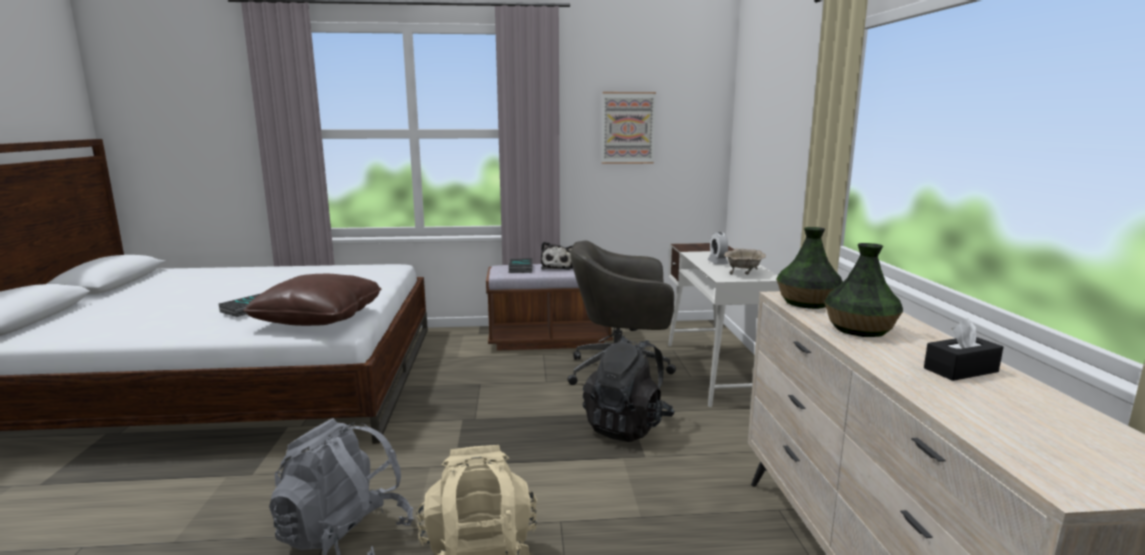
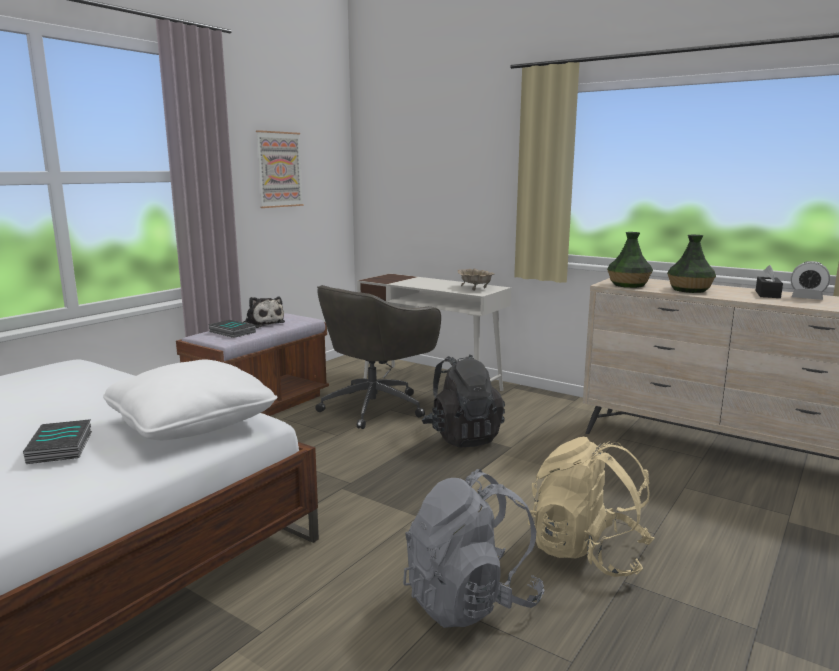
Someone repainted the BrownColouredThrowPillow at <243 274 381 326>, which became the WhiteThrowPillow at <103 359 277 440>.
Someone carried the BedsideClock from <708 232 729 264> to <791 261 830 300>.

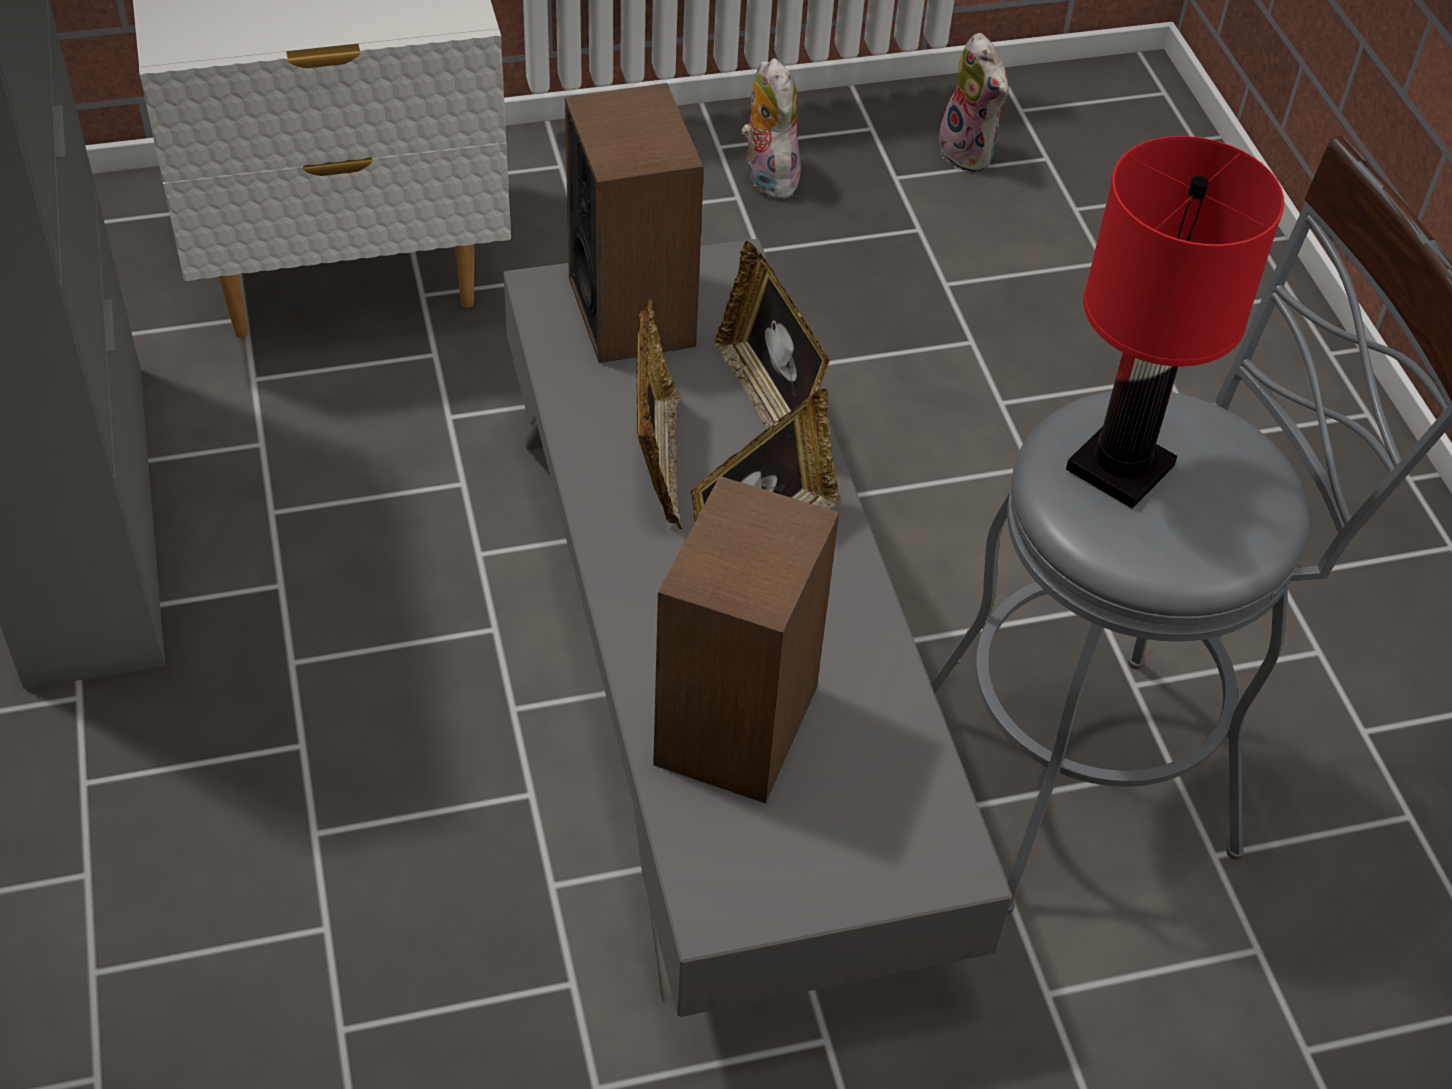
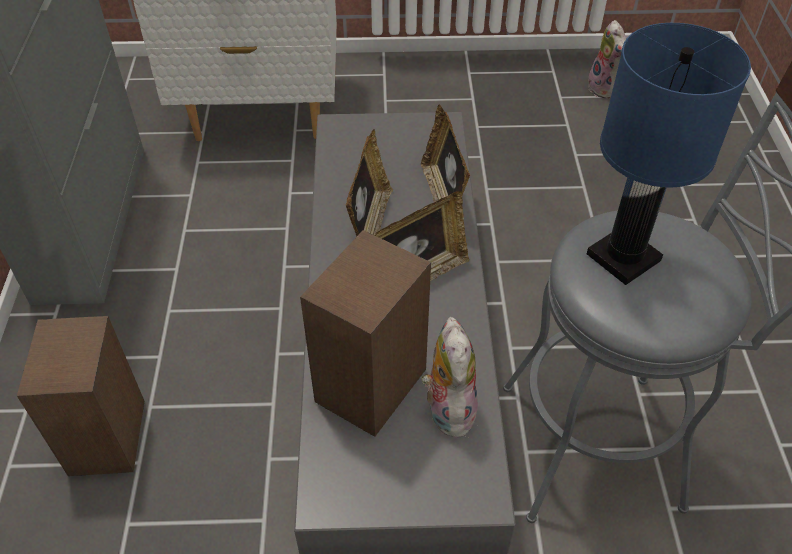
Someone carried the AudioSpeaker from <565 83 704 363> to <17 316 144 476>.
Someone carried the SoftToy from <741 58 804 199> to <422 317 478 438>.
Someone repainted the RedTabletopLamp at <1066 136 1284 509>, which became the BluishTabletopLamp at <587 23 751 285>.

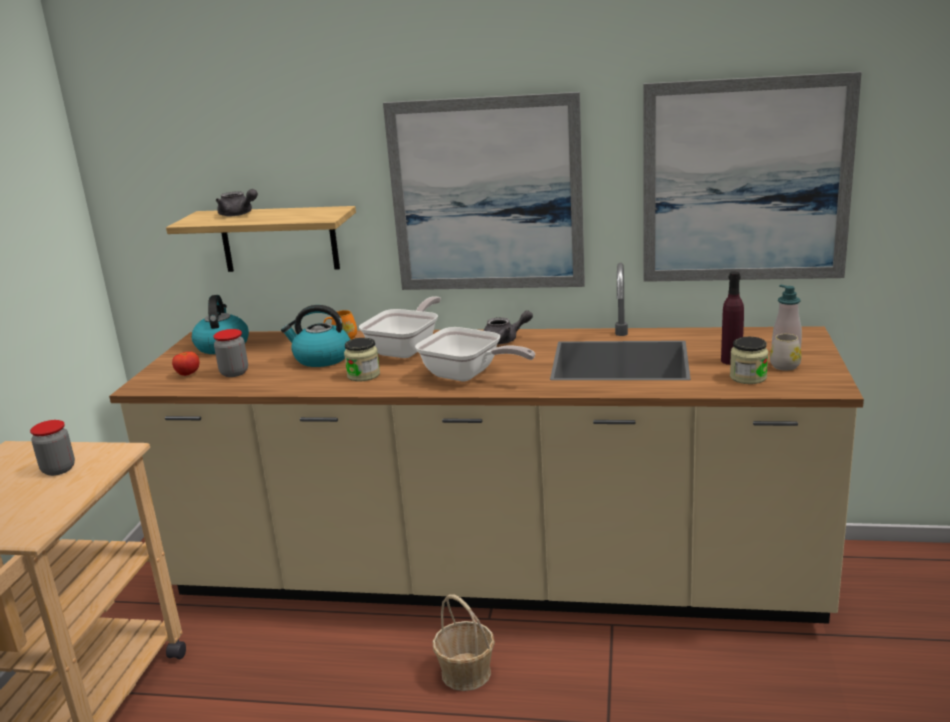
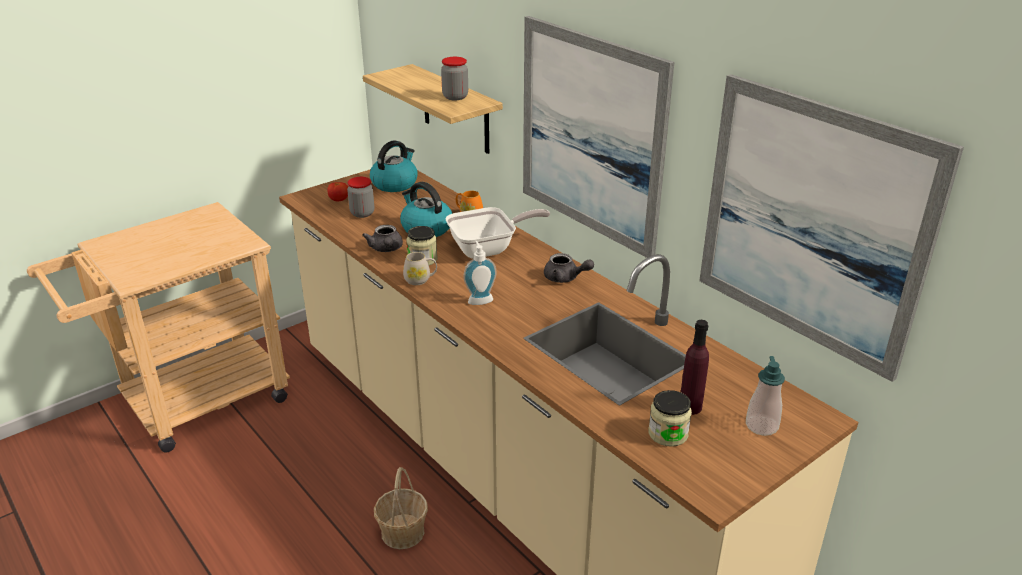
Someone carried the StorageJar from <30 420 75 476> to <441 57 468 100>.
Someone carried the GreyishTeapot from <216 189 258 216> to <362 225 403 252>.
Someone swapped the Skillet at <415 327 535 382> for the SoapDispenser at <464 241 497 305>.
Someone carried the WhiteCoffeeMug from <770 334 802 371> to <403 252 437 285>.

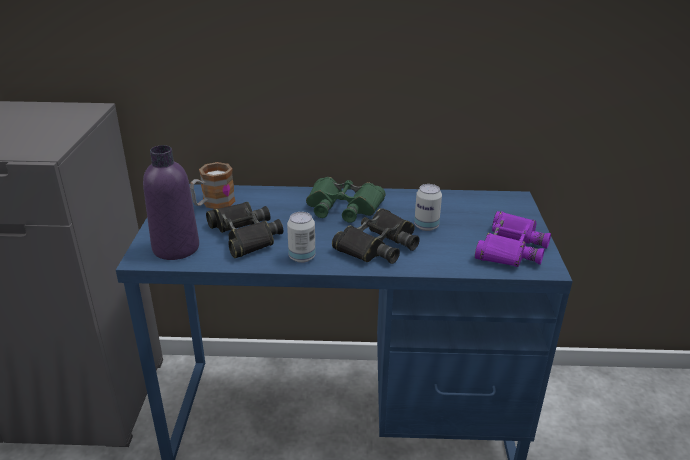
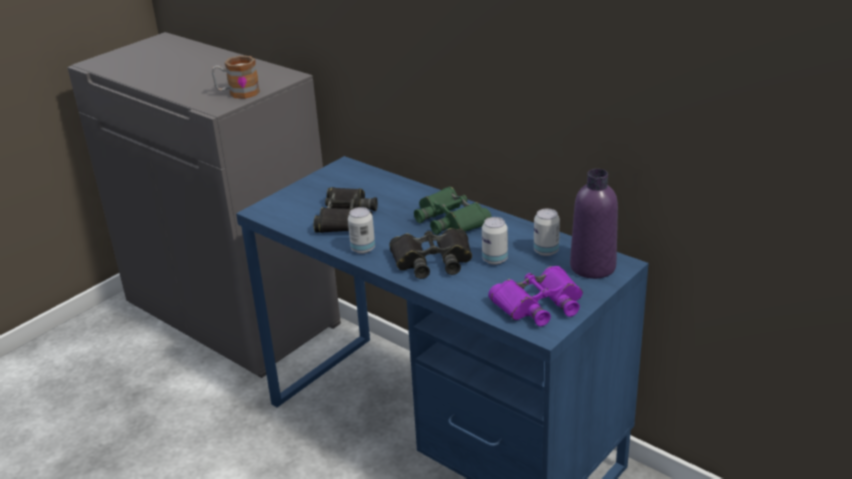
Someone carried the PurplishBeverageBottle from <143 145 199 260> to <570 169 618 279>.
Someone carried the CoffeeMug from <190 162 235 209> to <212 56 260 99>.
Someone put down the SealedCan at <534 209 560 256>.

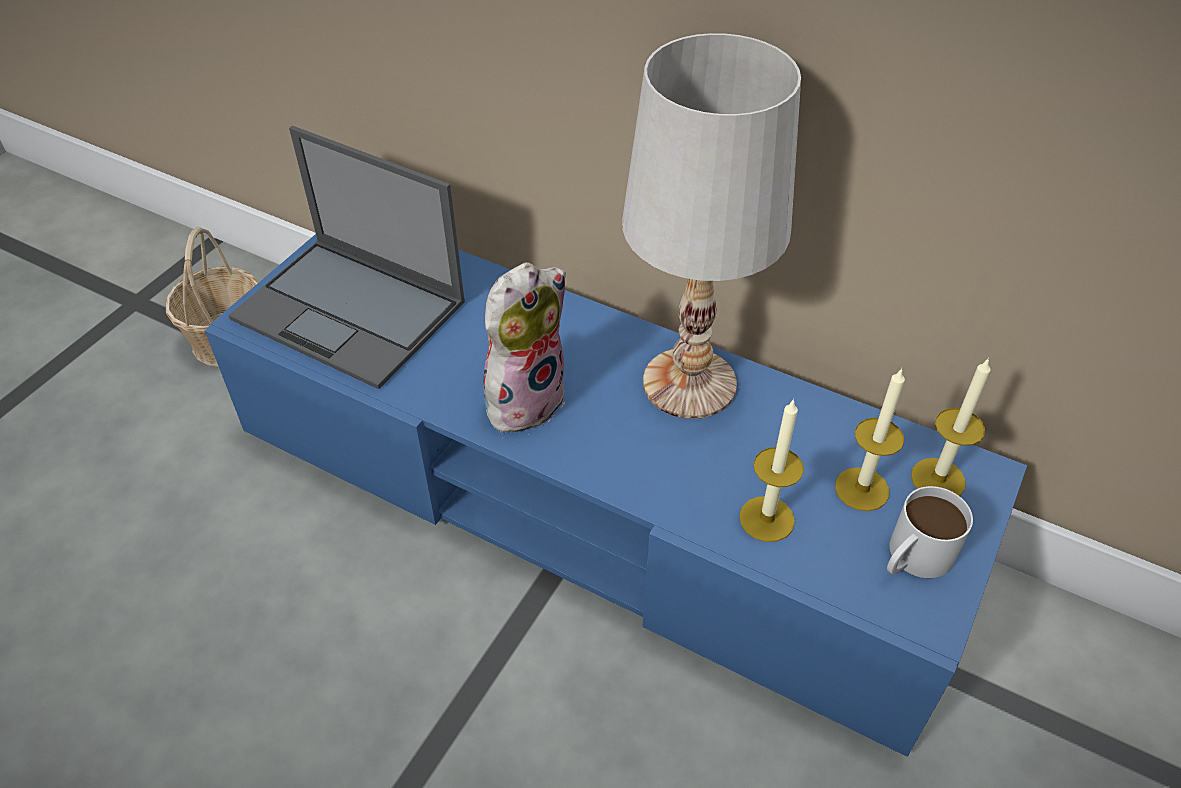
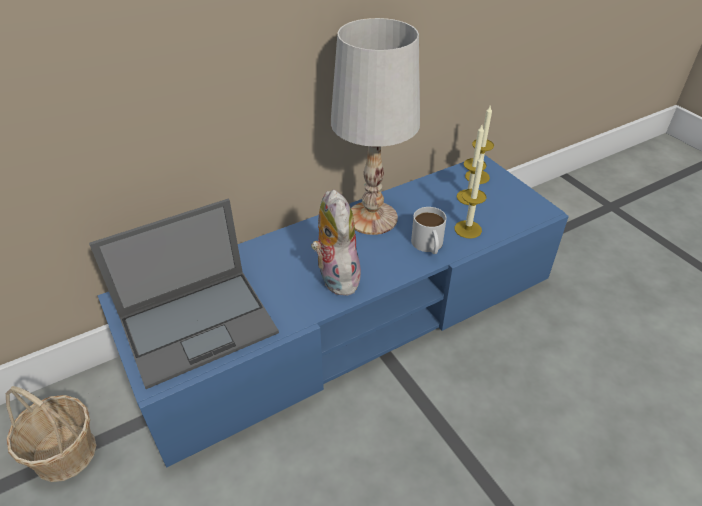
Someone carried the WhiteCoffeeMug from <887 486 973 578> to <411 207 447 254>.

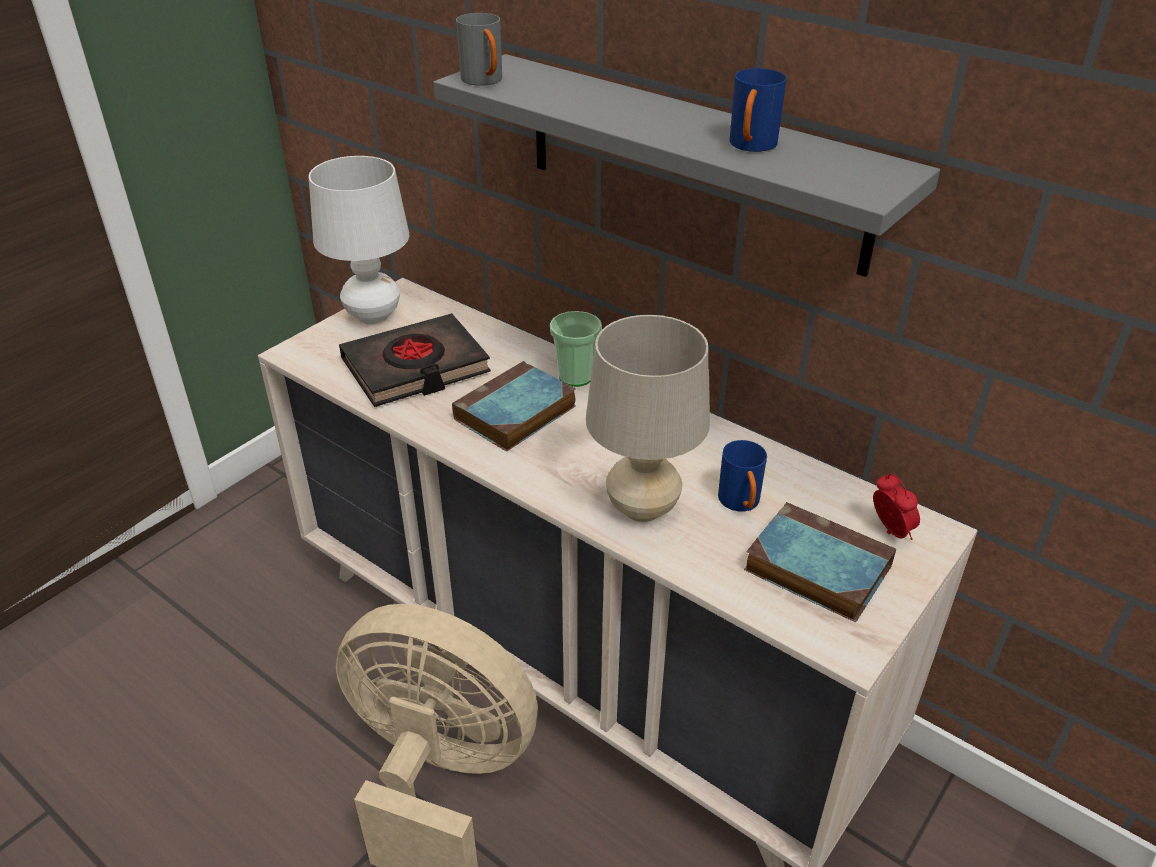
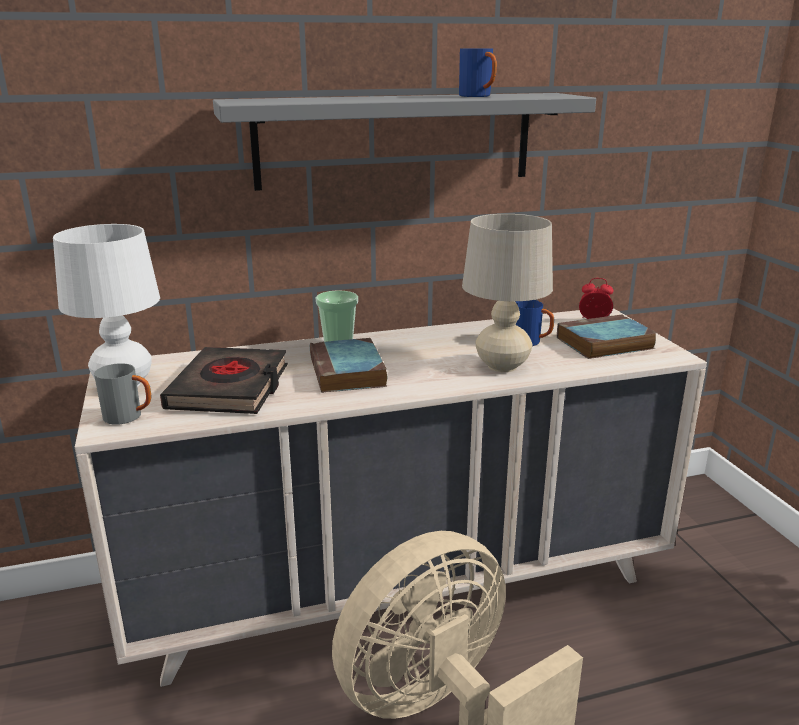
Someone carried the GreyishCoffeeMug from <456 13 502 86> to <94 363 152 425>.

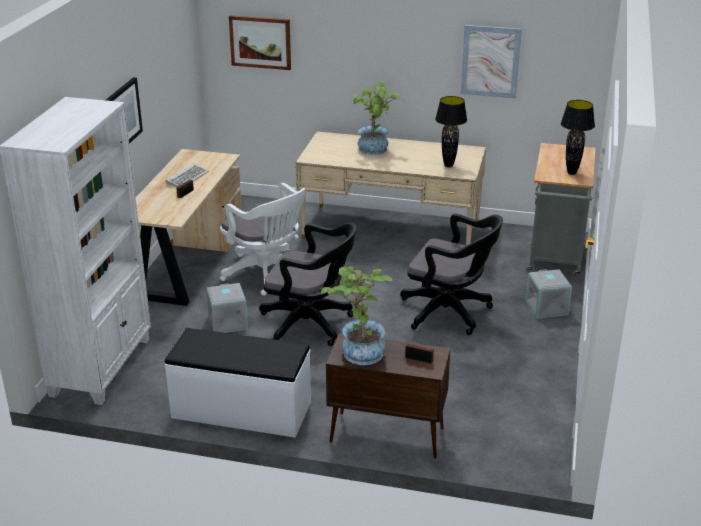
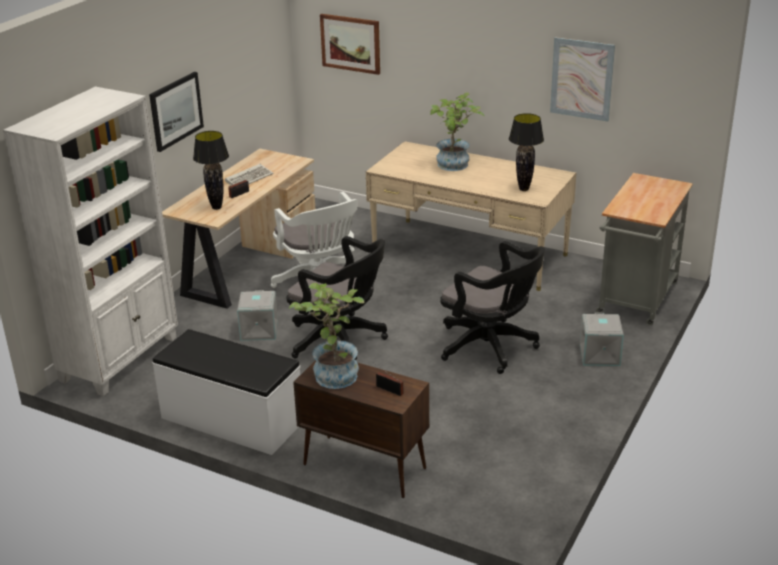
Someone carried the BlackTabletopLamp from <561 100 595 175> to <193 131 229 210>.

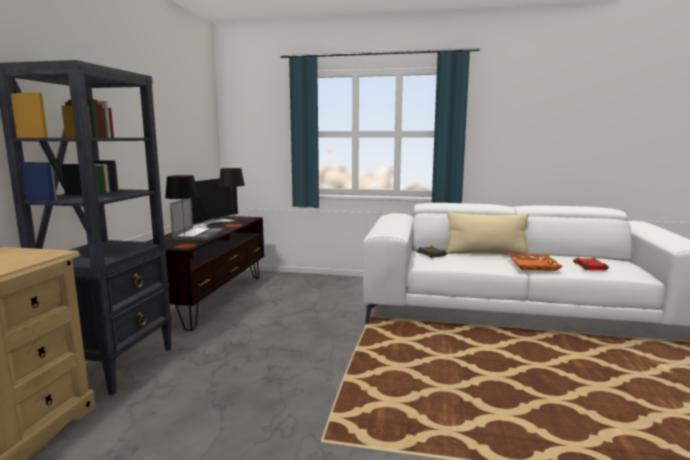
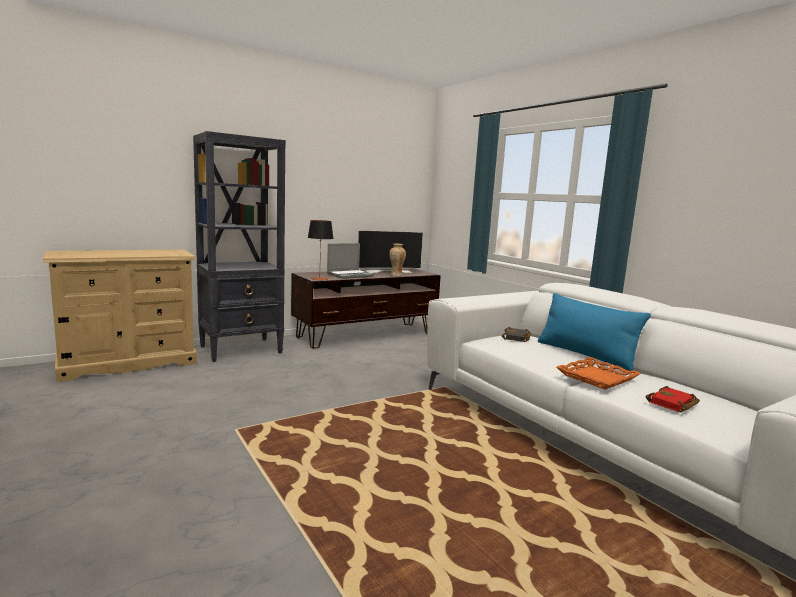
Someone swapped the TabletopLamp at <219 168 245 227> for the DecorativeVase at <389 244 406 276>.
Someone repainted the BeigeColouredThrowPillow at <447 212 530 255>, which became the BluishThrowPillow at <538 293 651 371>.

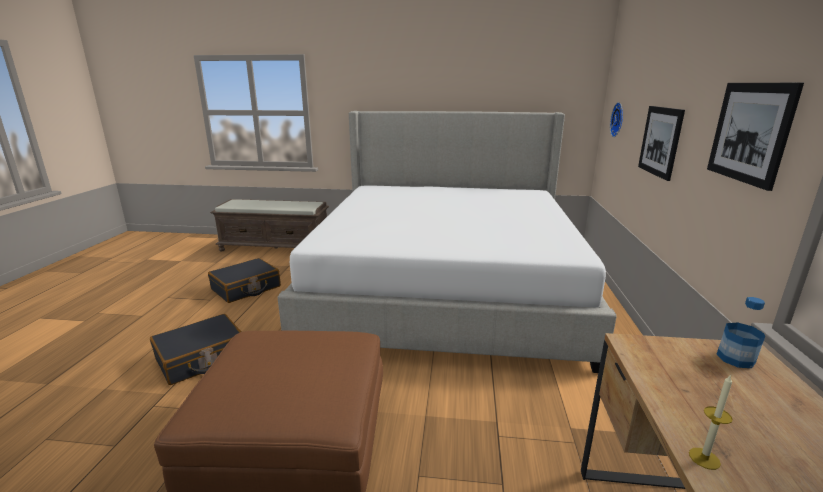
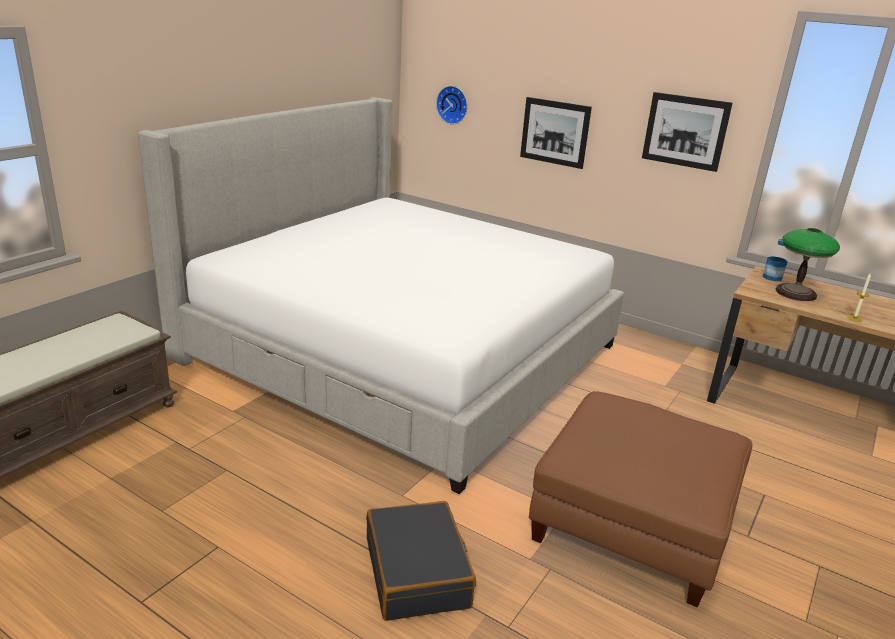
Someone took away the BlackPieceOfLuggage at <208 258 281 303>.
Someone put down the TabletopLamp at <776 228 840 301>.

